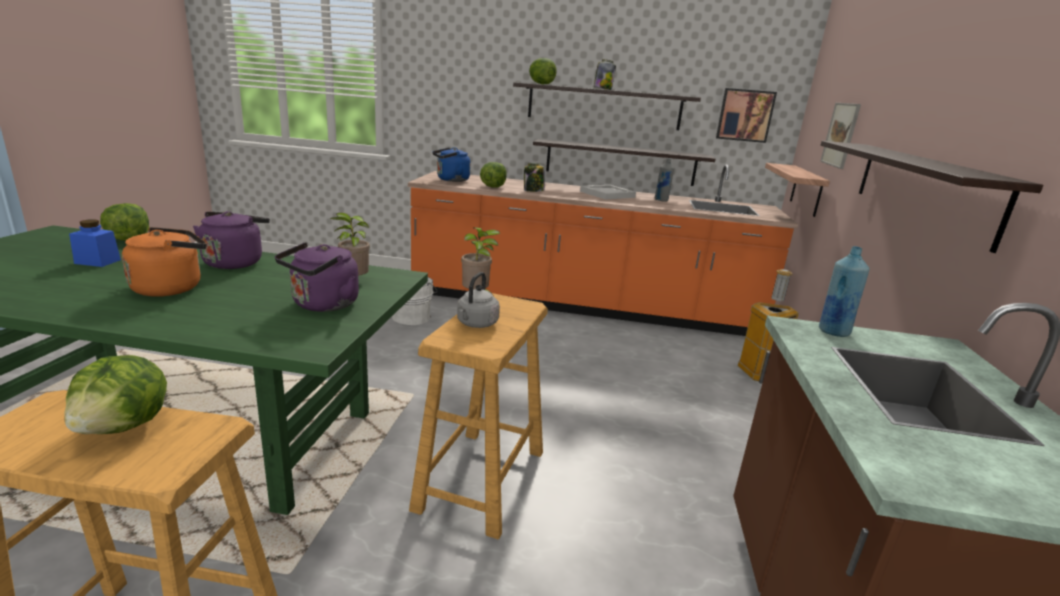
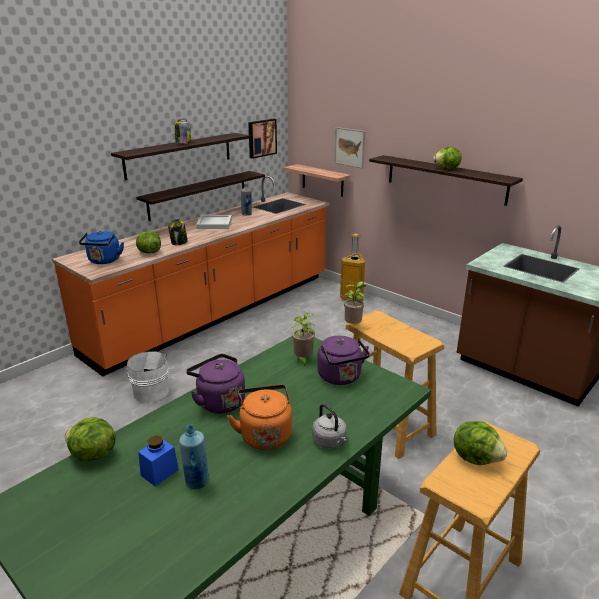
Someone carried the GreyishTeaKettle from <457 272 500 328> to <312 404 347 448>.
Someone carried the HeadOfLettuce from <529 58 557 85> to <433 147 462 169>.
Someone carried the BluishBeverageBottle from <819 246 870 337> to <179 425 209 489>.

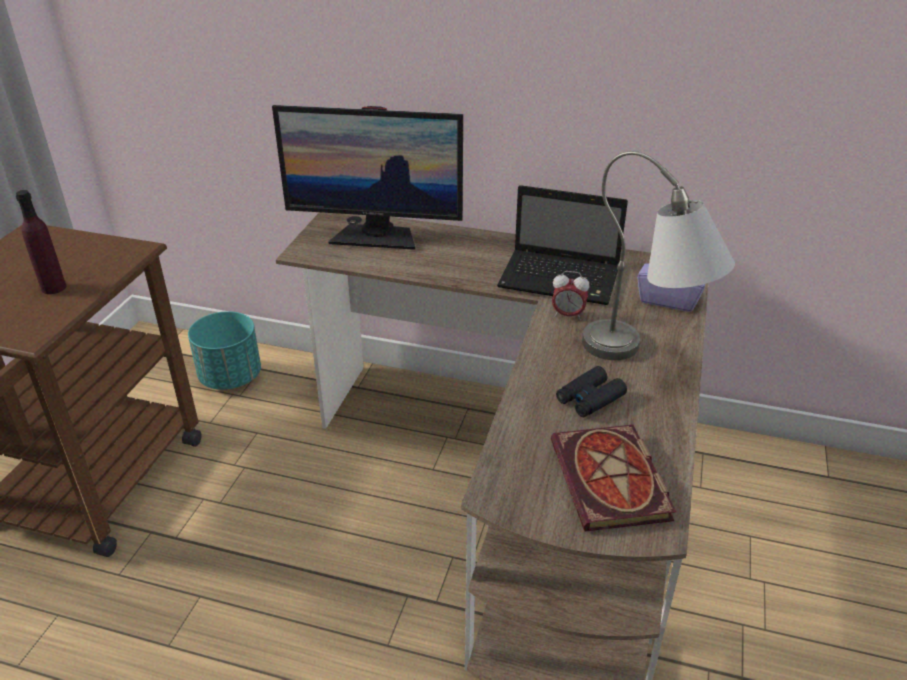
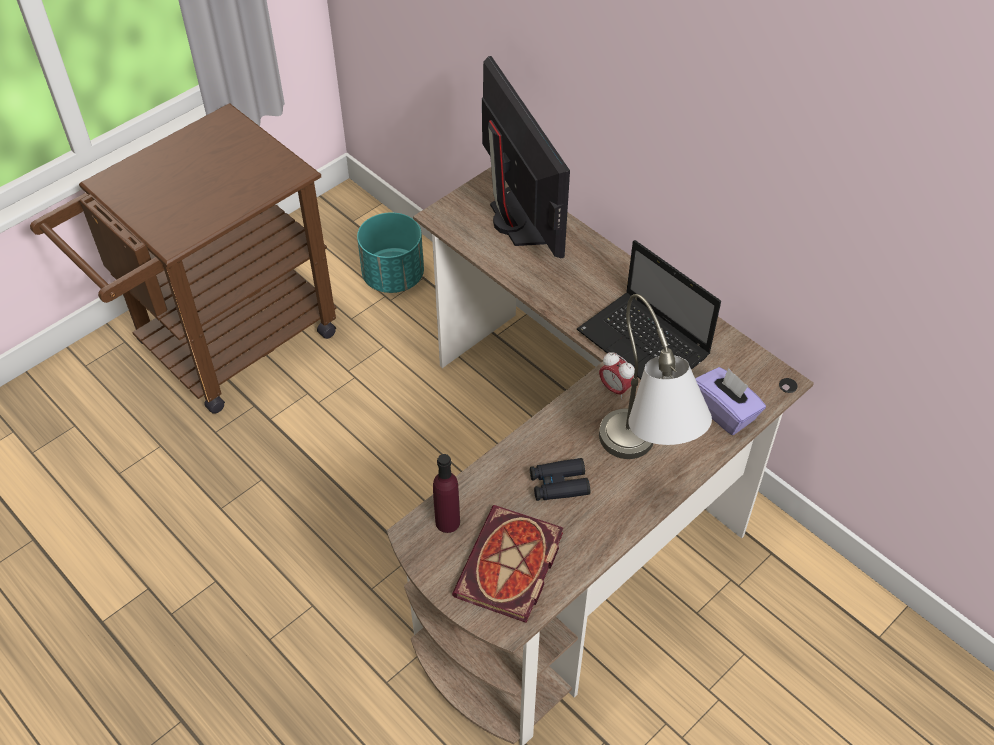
Someone carried the PurplishBeverageBottle from <16 190 66 294> to <433 454 460 533>.
Someone rotated the Monitor at <272 105 463 250> by 150 degrees counterclockwise.

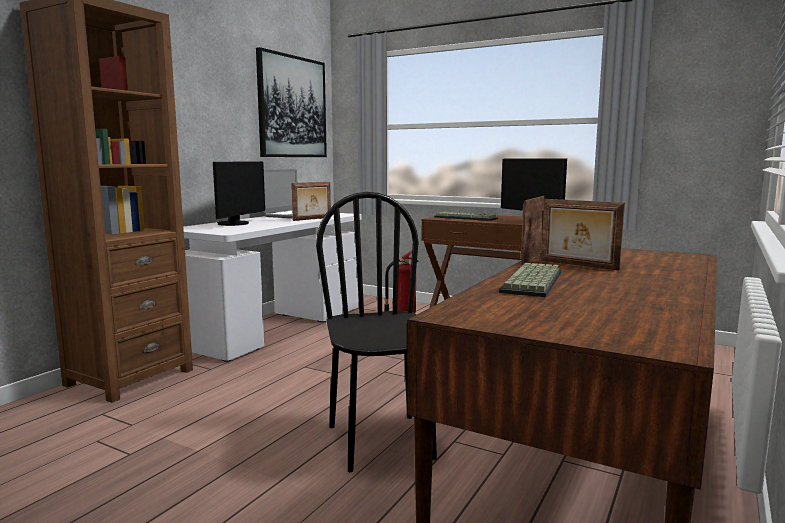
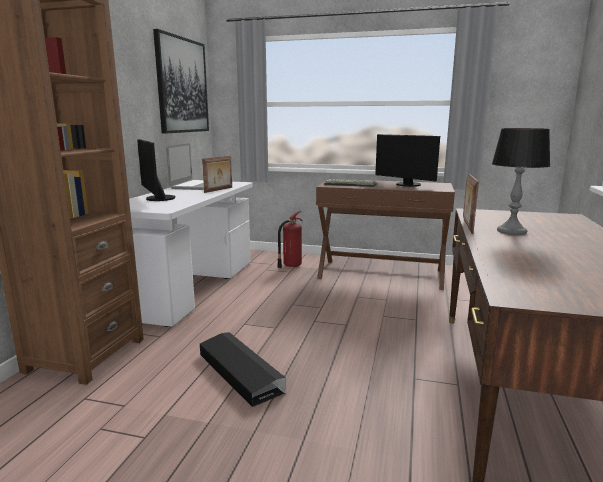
Someone rotated the Monitor at <213 161 265 226> by 150 degrees clockwise.
Someone took away the BlackUprightChair at <316 192 437 472>.
Someone took away the Keyboard at <499 263 562 297>.
Someone swapped the StandingFrame at <541 199 625 270> for the TabletopLamp at <492 128 551 235>.
Someone put down the BlackStorageContainer at <200 332 286 407>.

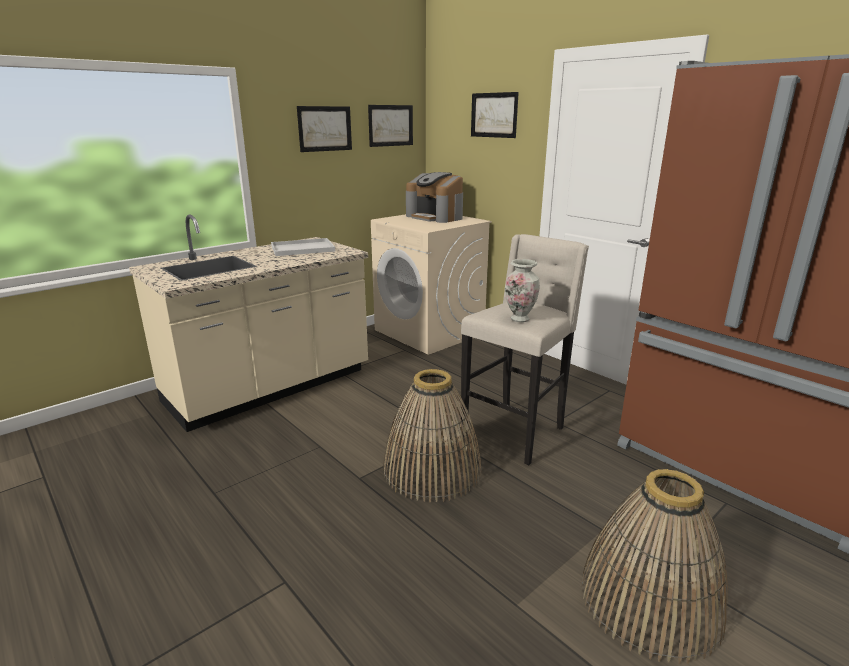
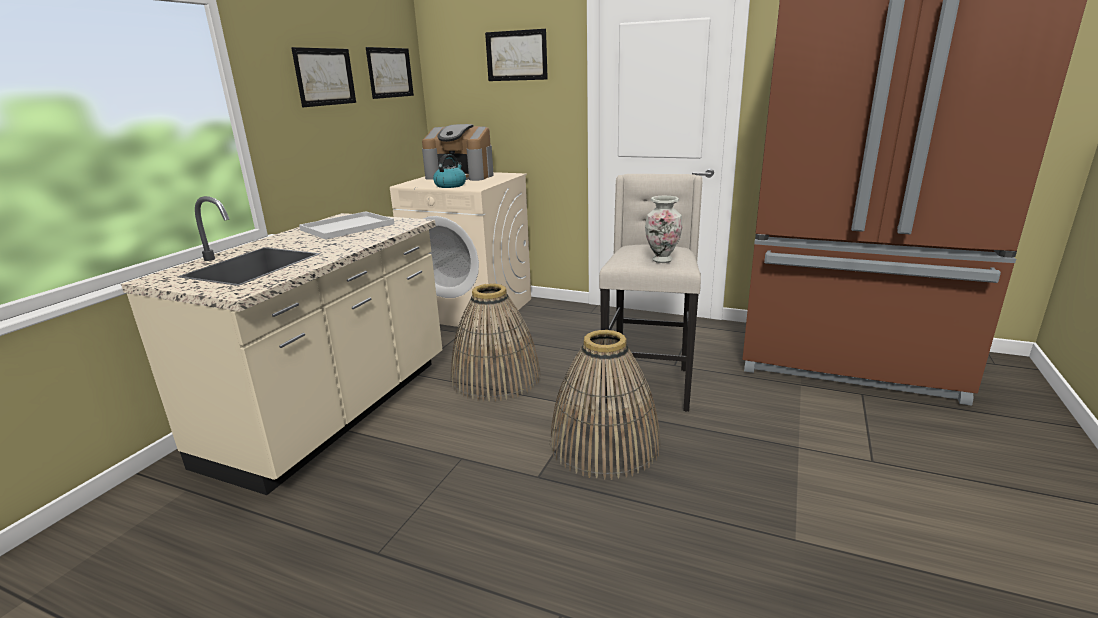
Someone carried the Basket from <581 469 728 664> to <450 283 541 401>.
Someone put down the TeaKettle at <433 154 466 188>.

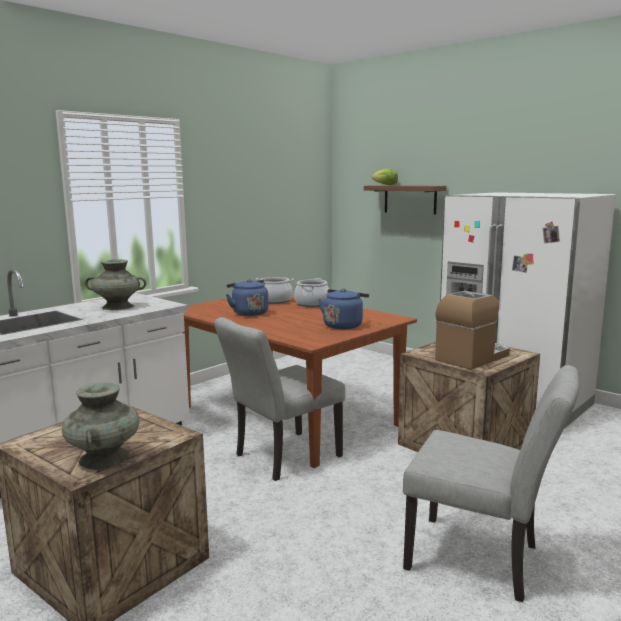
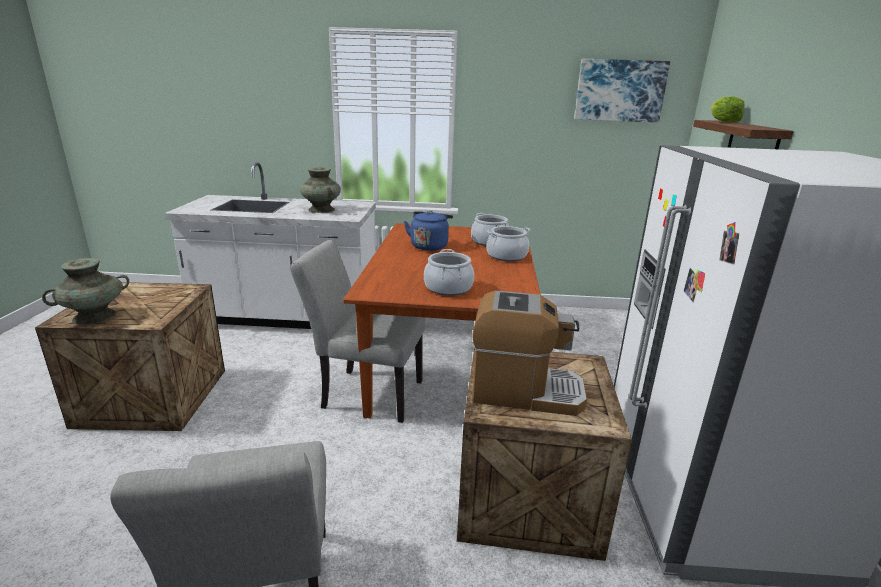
Someone swapped the BluishTeaKettle at <318 288 369 329> for the CookingPot at <424 249 474 296>.
Someone put up the WallArt at <574 59 670 122>.

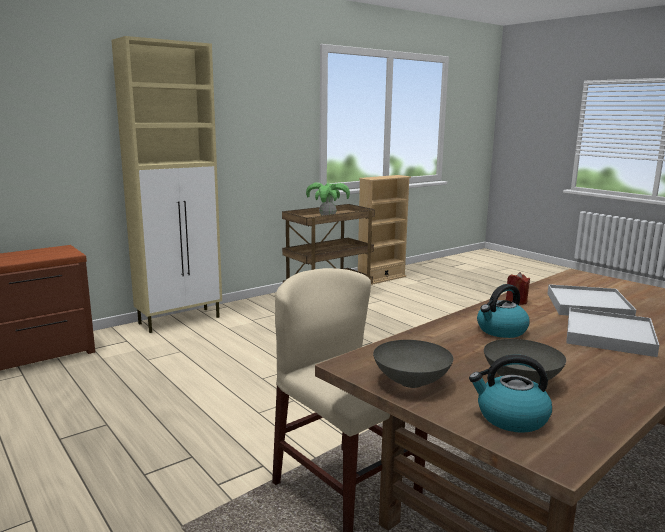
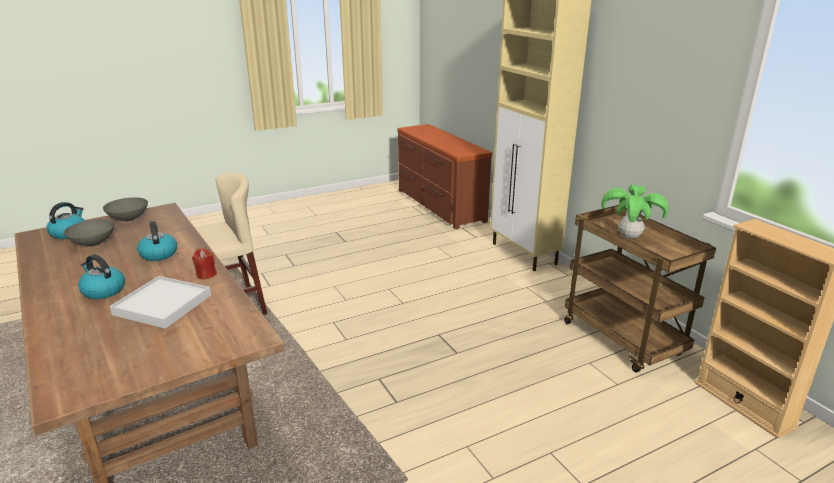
Someone swapped the WhiteTray at <566 308 659 357> for the TeaKettle at <78 254 125 299>.

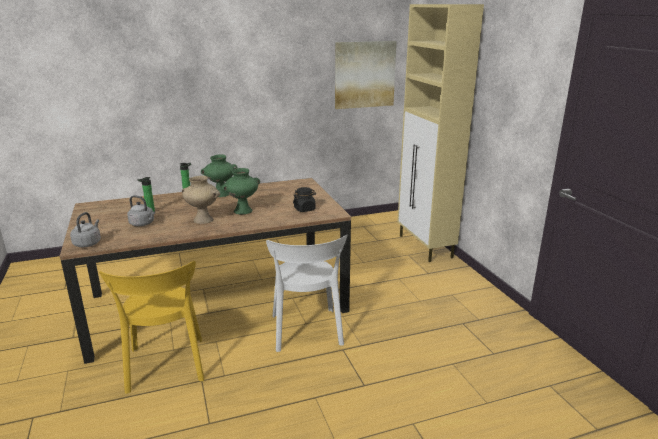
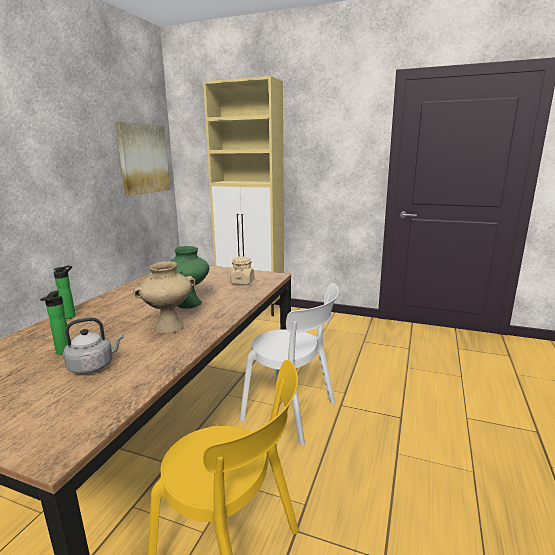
Someone took away the GreyishTeaKettle at <70 212 101 247>.
Someone took away the GreenDecorativeVase at <201 154 238 197>.
Someone repainted the BlackStorageJar at <293 187 316 212>, which became the BeigeColouredStorageJar at <230 256 254 284>.

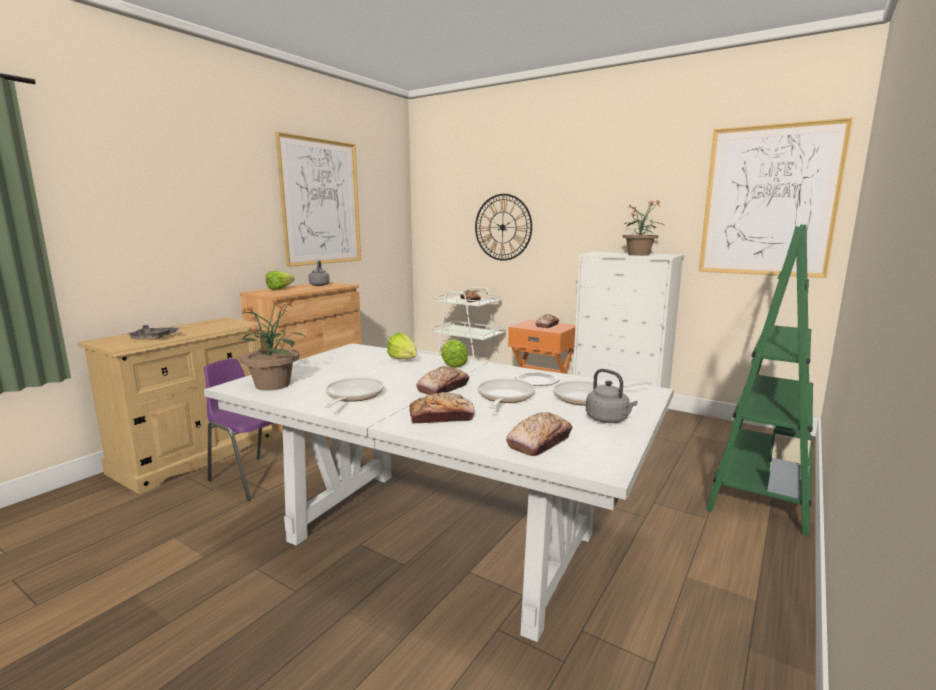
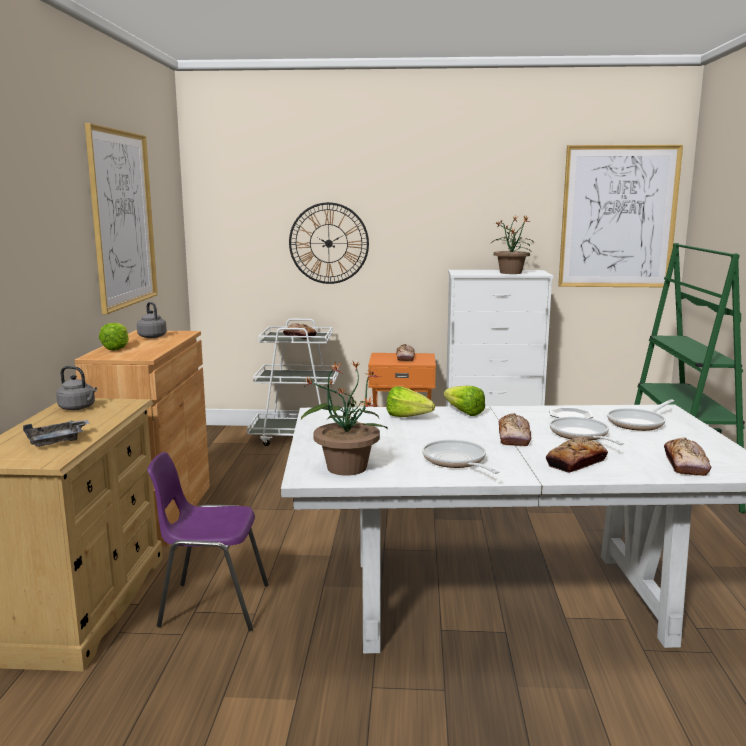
Someone carried the GreyishTeaKettle from <586 369 637 423> to <56 366 97 410>.

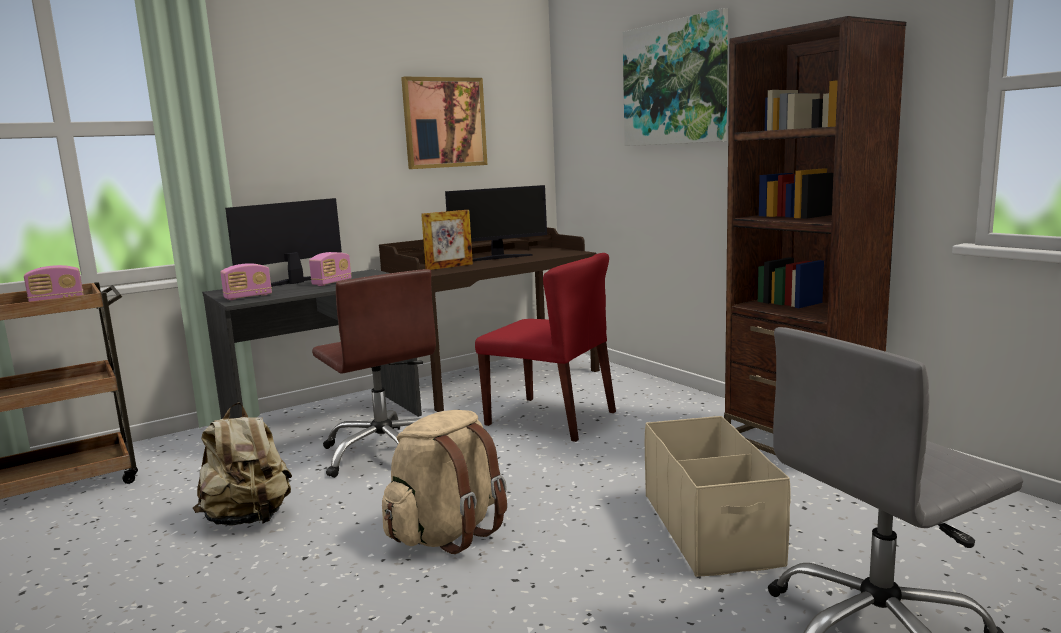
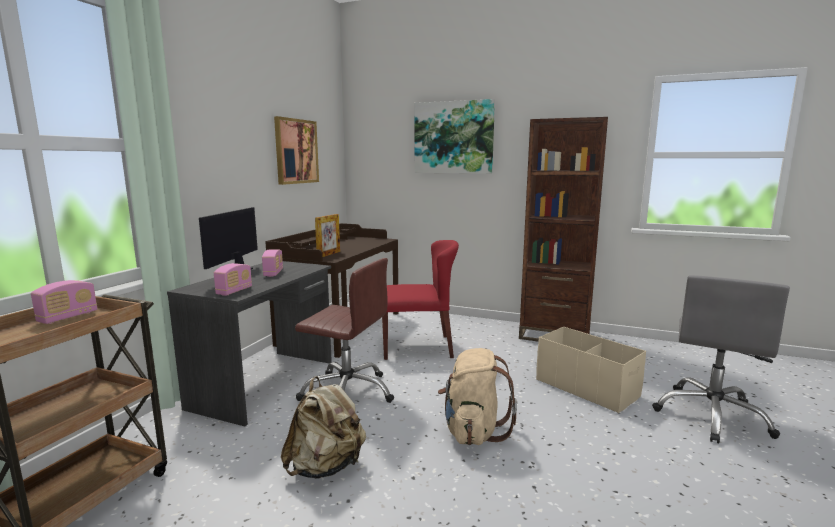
Someone took away the Monitor at <445 185 547 261>.

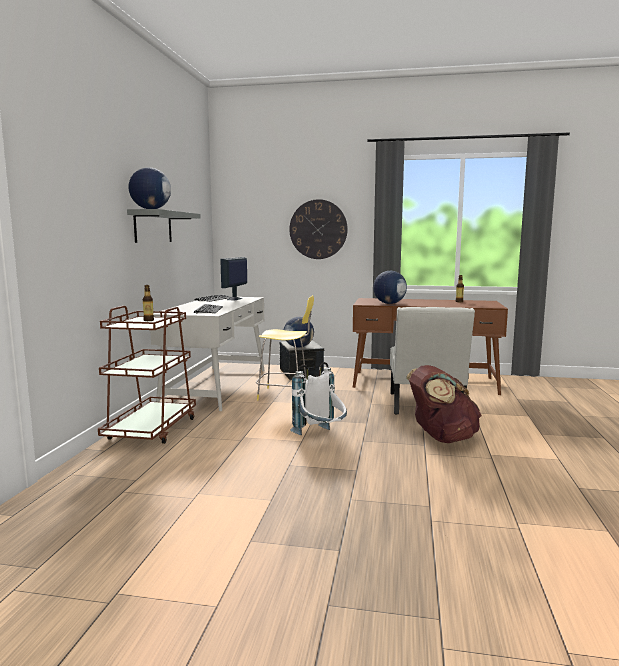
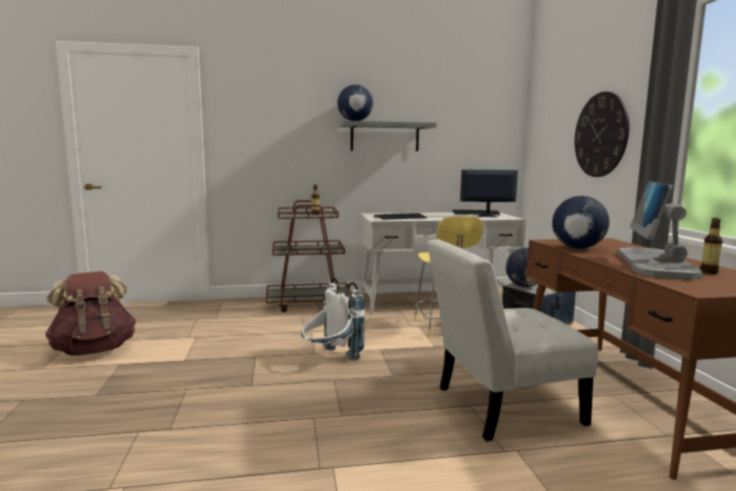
Someone carried the BrownColouredKnapsack from <406 365 482 443> to <45 271 136 356>.
Someone put down the Monitor at <618 181 703 280>.

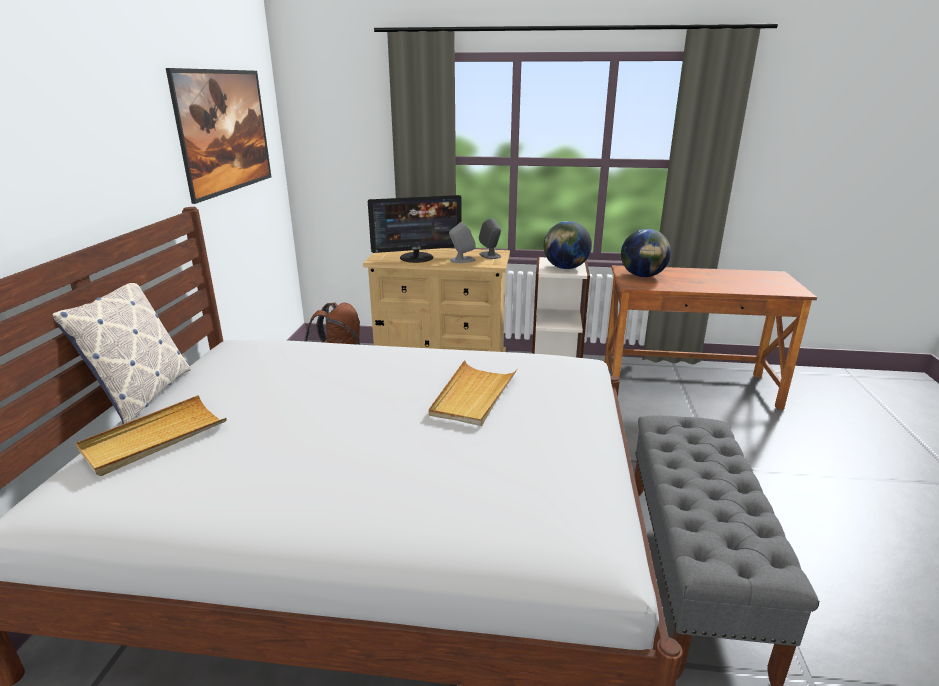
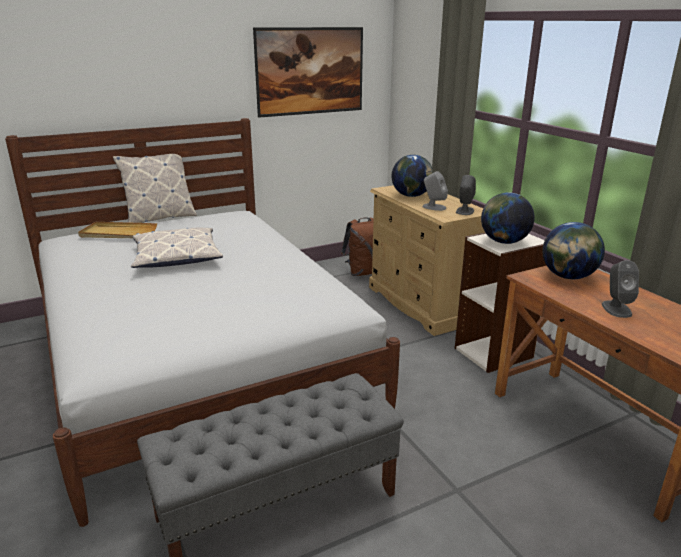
Someone swapped the Monitor at <368 195 462 263> for the DeskGlobe at <392 155 433 197>.
Someone took away the BeigeColouredTray at <429 360 517 426>.
Someone put down the ThrowPillow at <131 227 223 268>.
Someone put down the GreyishAudioSpeaker at <602 260 639 318>.

